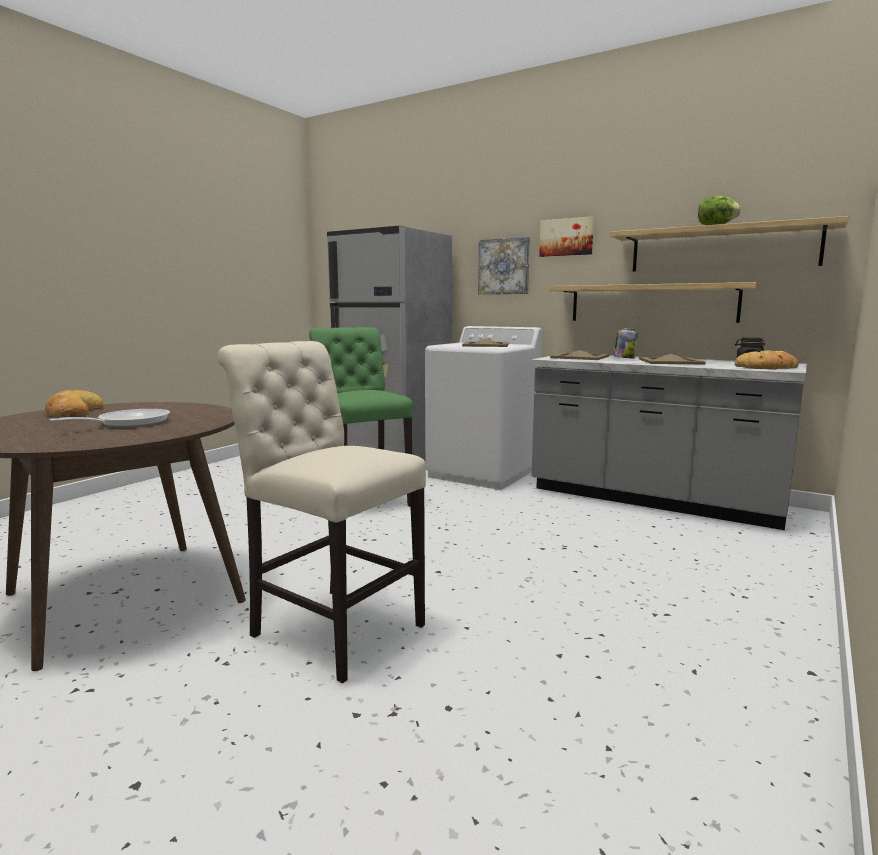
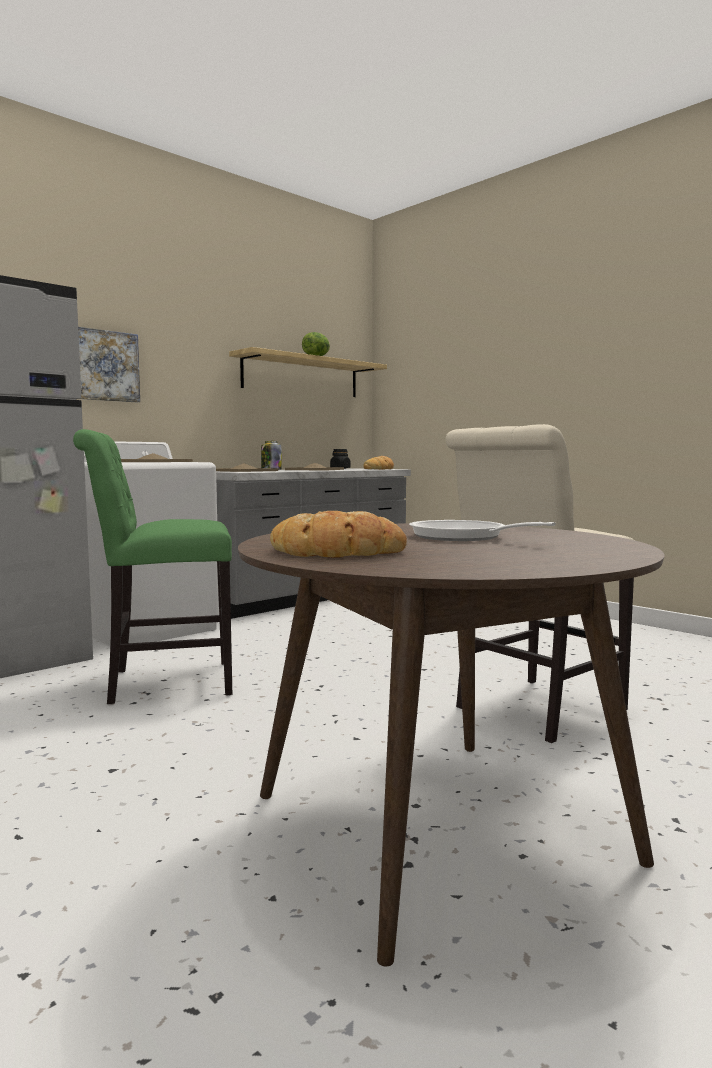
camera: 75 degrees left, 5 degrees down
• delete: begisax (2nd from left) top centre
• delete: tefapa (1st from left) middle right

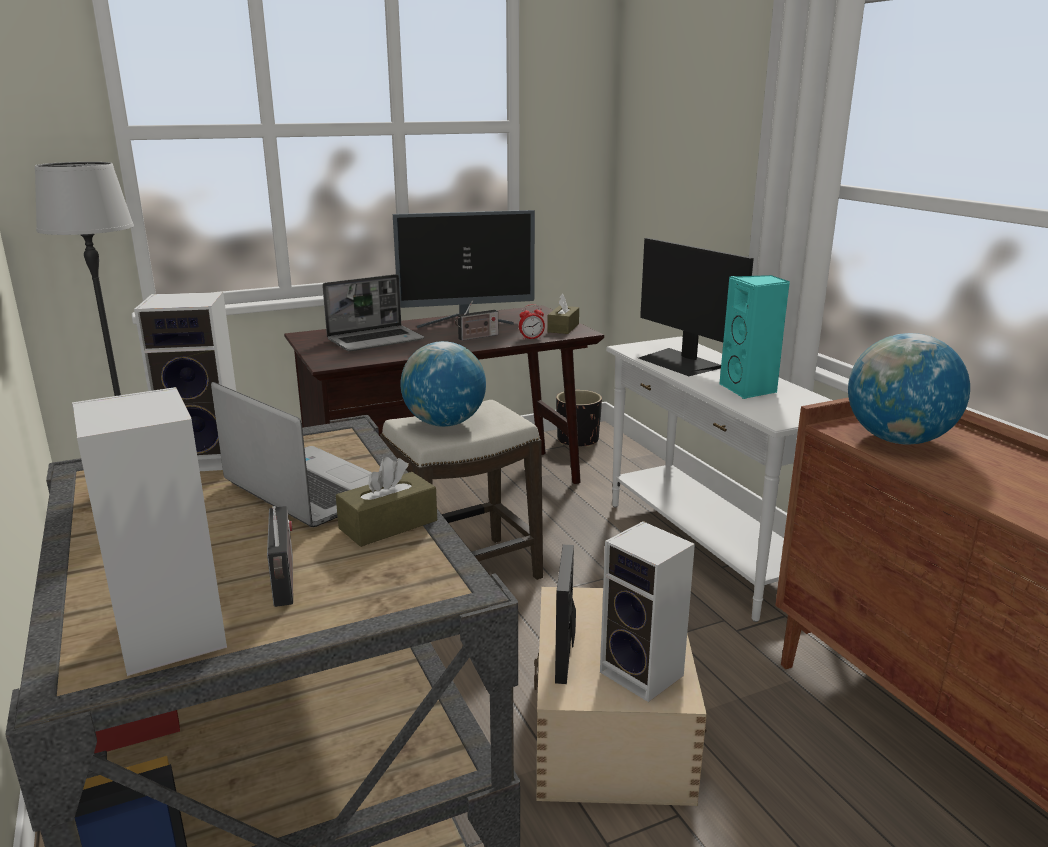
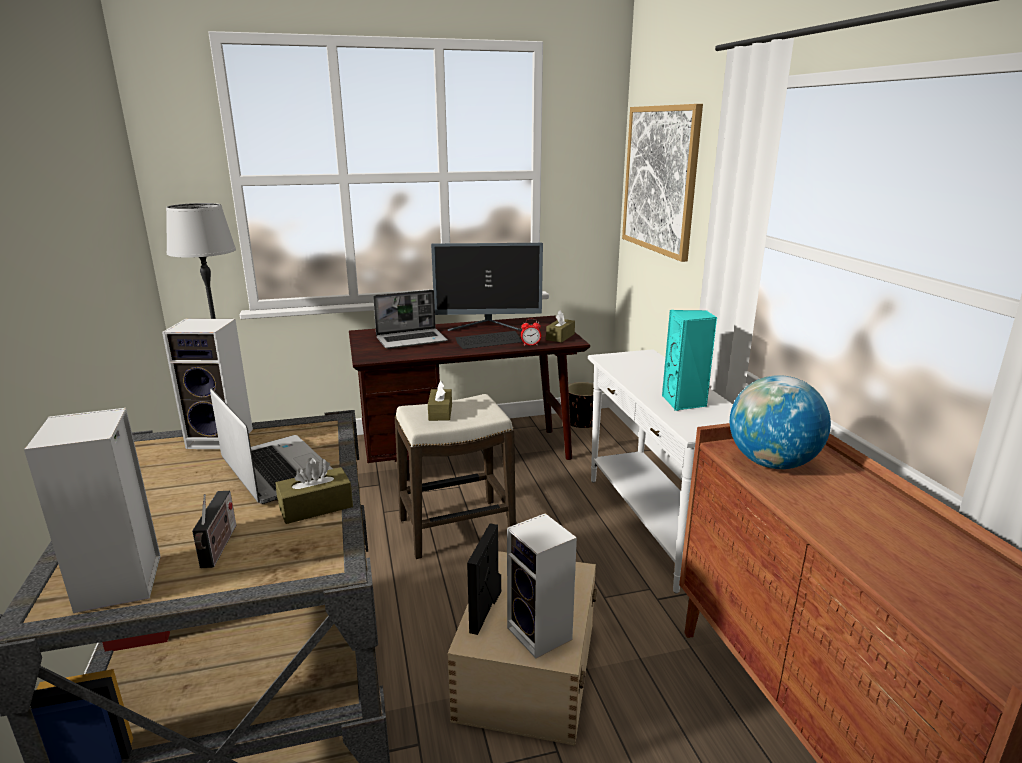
camera: 10 degrees right, 0 degrees up
• delete: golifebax (2nd from left) centre
• insert: begisax top centre
• replace: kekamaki (1st from left) centre to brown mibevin (2nd from left) centre
• replace: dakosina (2nd from left) centre to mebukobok centre

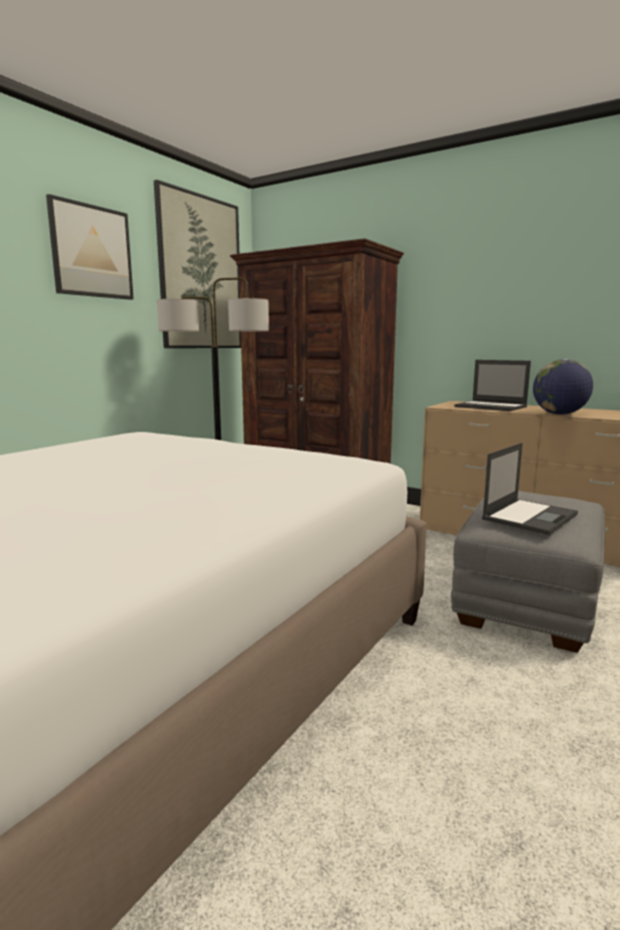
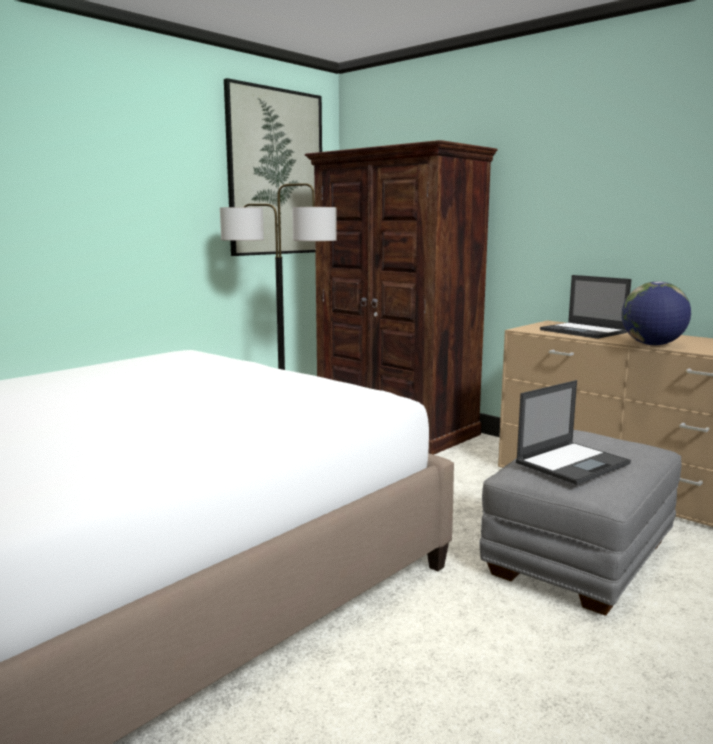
camera: 10 degrees right, 0 degrees up
• delete: begisax (1st from left) top left

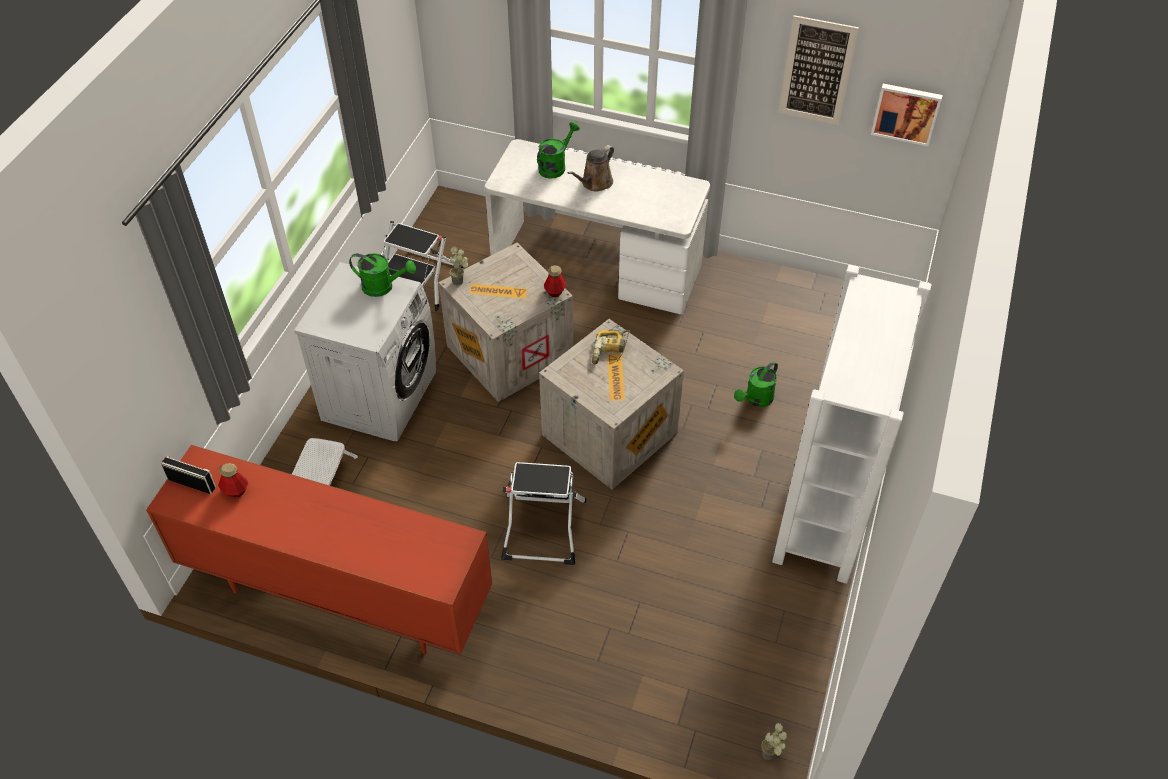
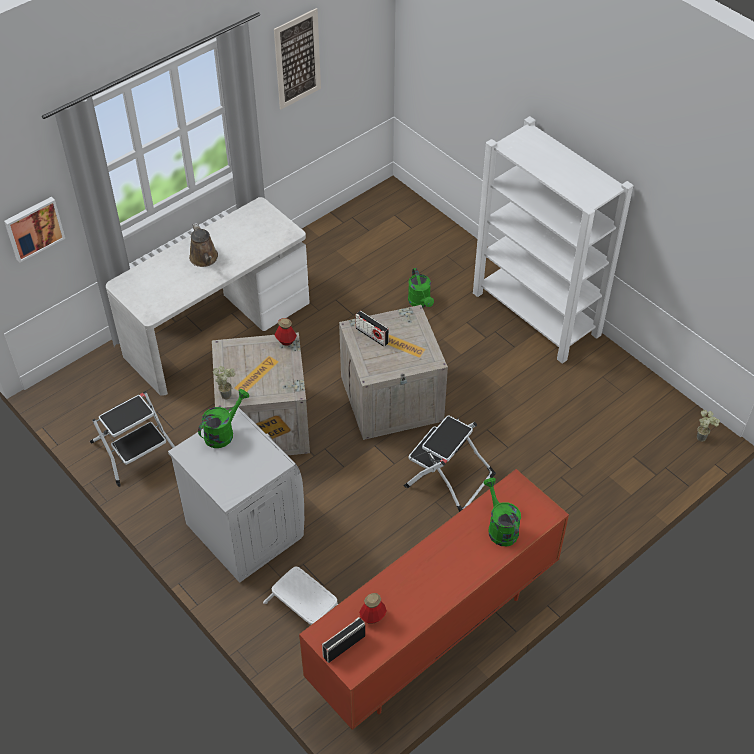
camera: 60 degrees left, 0 degrees up
• move: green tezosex (2nd from left in the first image) top centre to green tezosex (3rd from left) bottom centre
• move: begisax (2nd from left in the first image) top right to begisax (1st from left) top left
• replace: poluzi centre to dakosina (2nd from left) centre

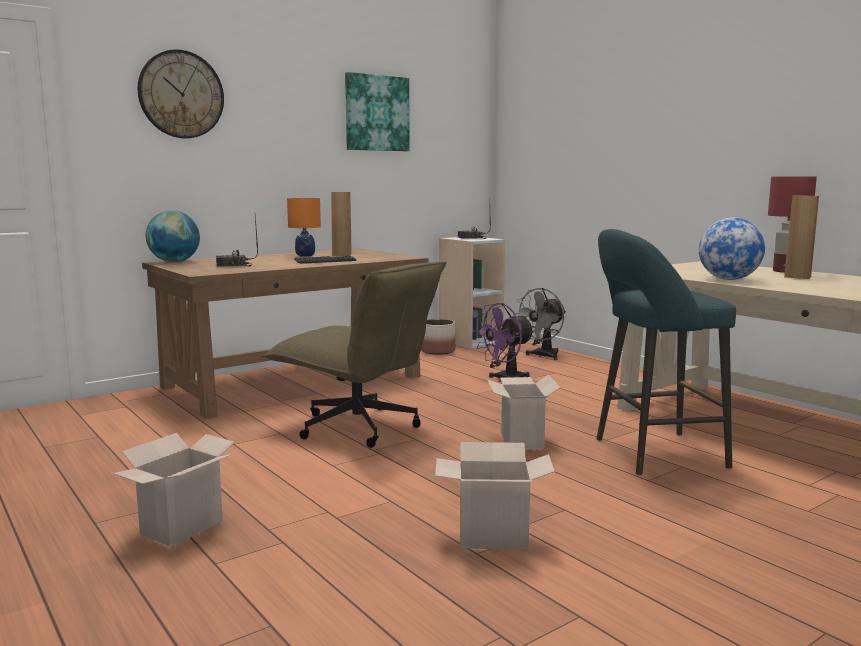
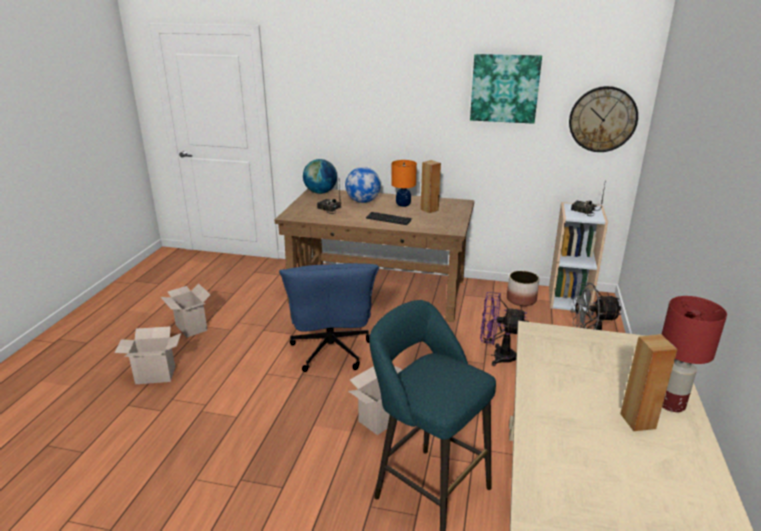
camera: 50 degrees right, 15 degrees up
• move: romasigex top left to top right
• move: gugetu (2nd from left) bottom centre to middle left
• move: kekamaki (2nd from left) middle right to centre
• recolor: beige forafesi centre to blue forafesi centre

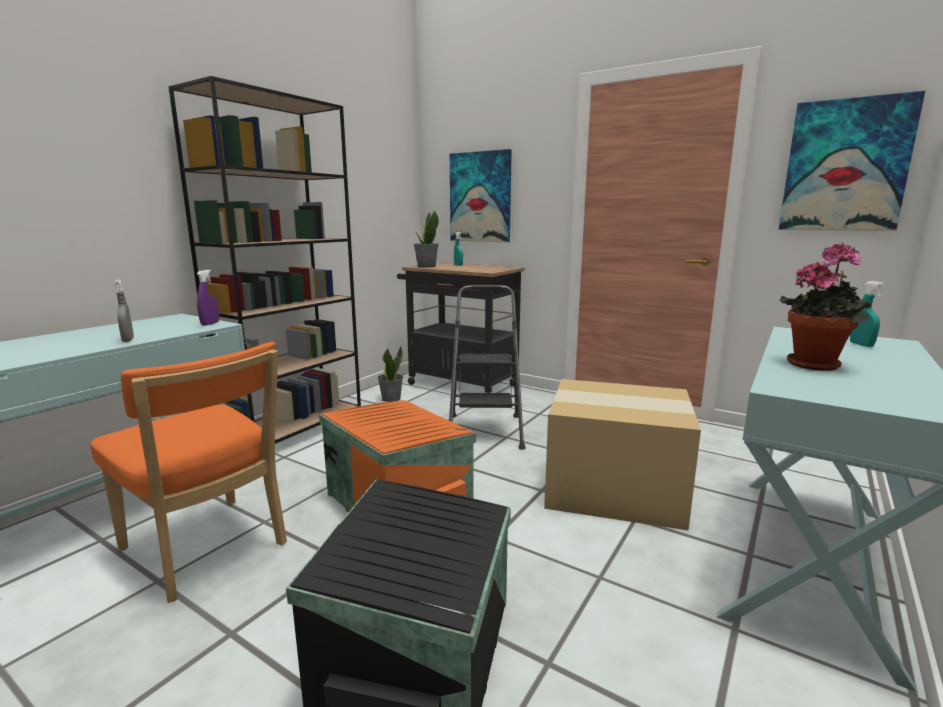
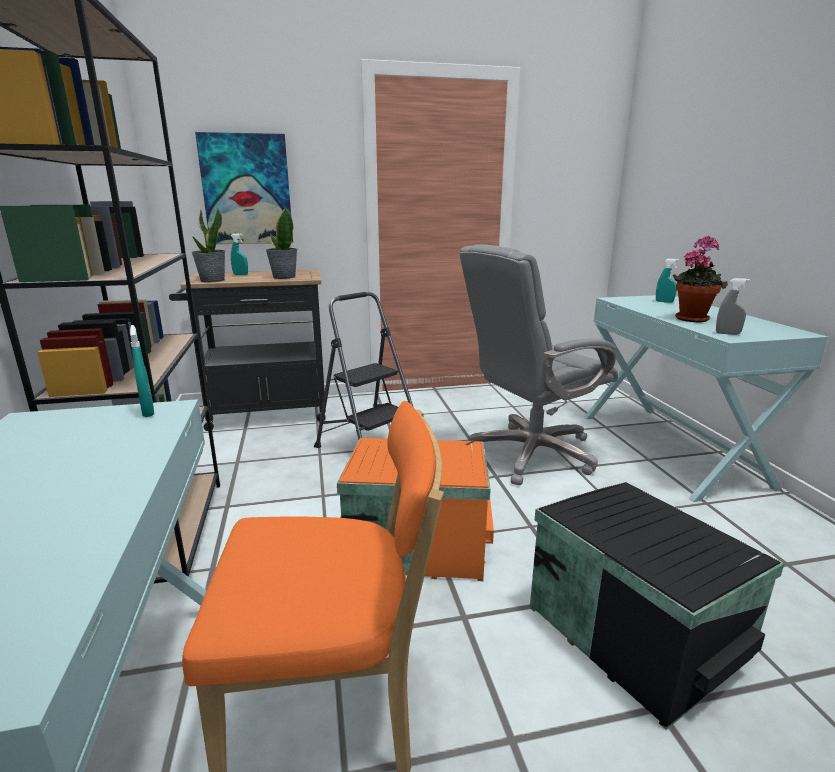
camera: 45 degrees left, 5 degrees up
• delete: begisax (2nd from left) top right
• move: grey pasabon middle left to middle right
• move: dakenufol (1st from left in the first image) centre to dakenufol (2nd from left) top centre
• replace: gugetu centre to grey forafesi centre
• recolor: purple pasabon middle left to turquoise pasabon (1st from left) middle left

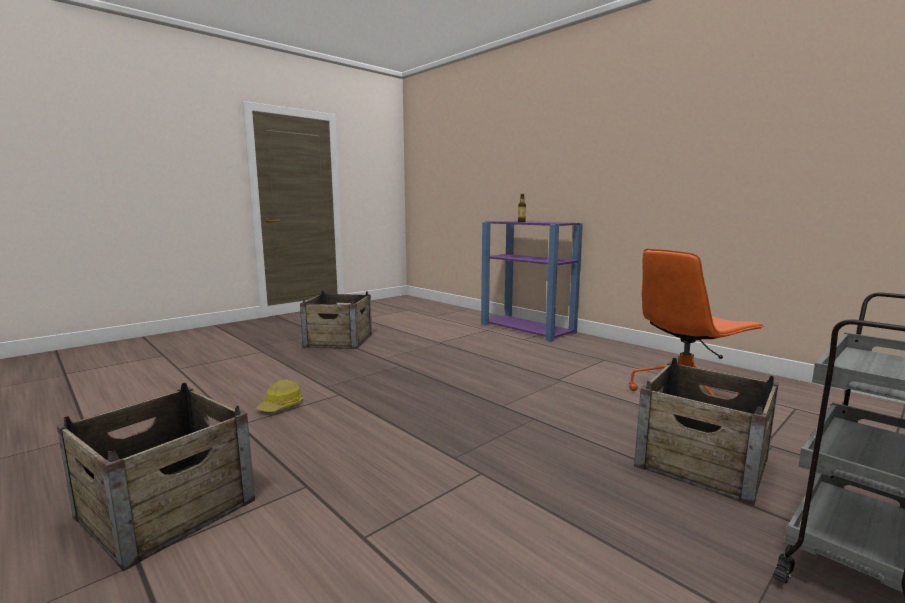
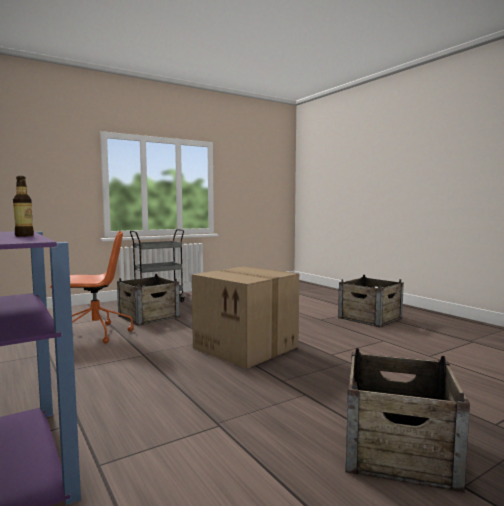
camera: 170 degrees left, 5 degrees down
• delete: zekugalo middle left
• insert: gugetu centre

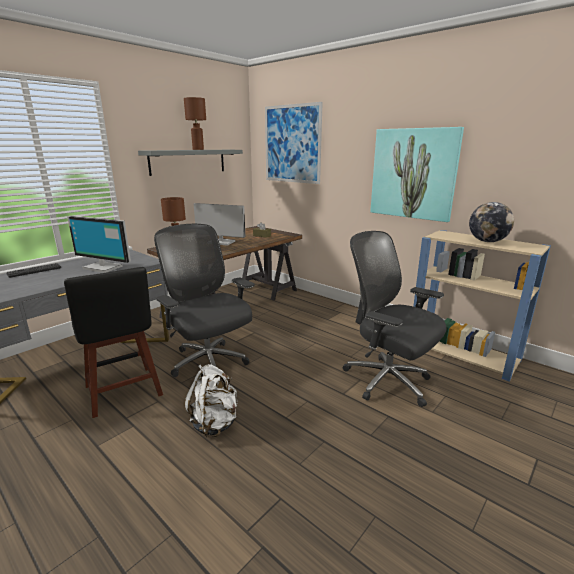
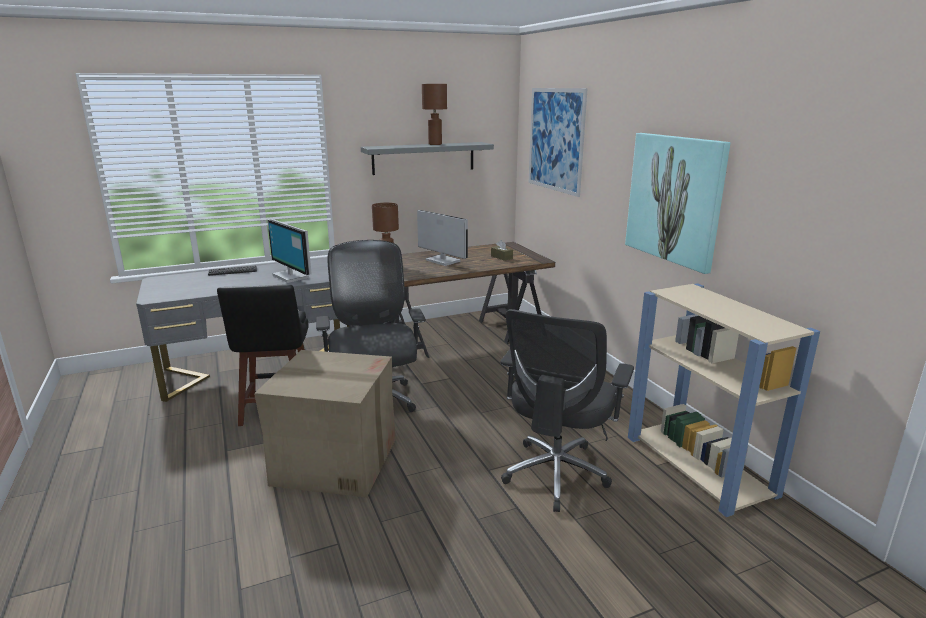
camera: 25 degrees right, 0 degrees up
• delete: kekamaki middle right
• replace: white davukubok bottom centre to gugetu bottom centre
• rotate: forafesi (2nd from left) middle right = centre 135 degrees counterclockwise

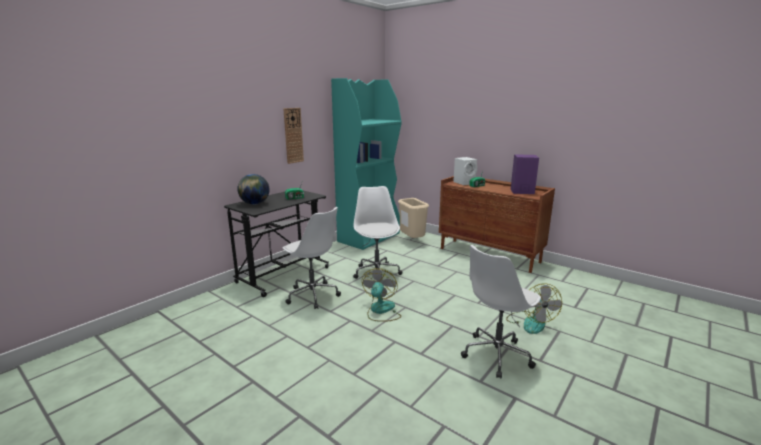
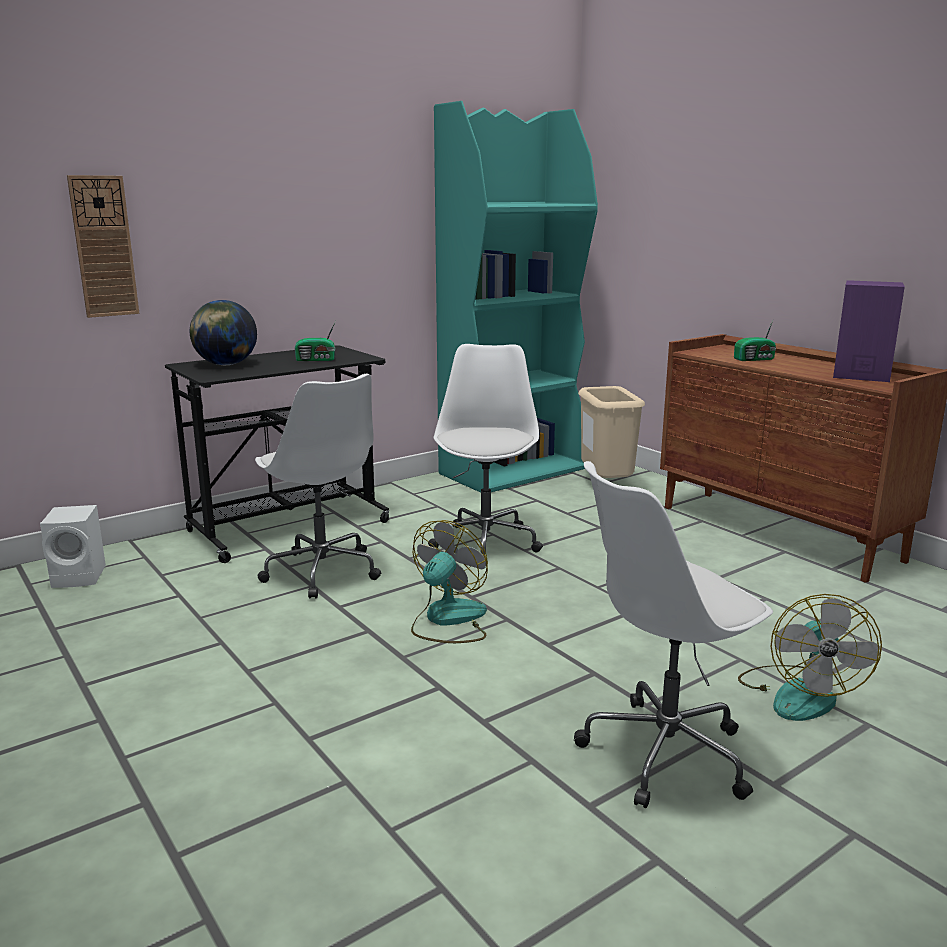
camera: 15 degrees right, 0 degrees up
• move: romasigex top centre to top left
• move: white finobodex centre to middle left

